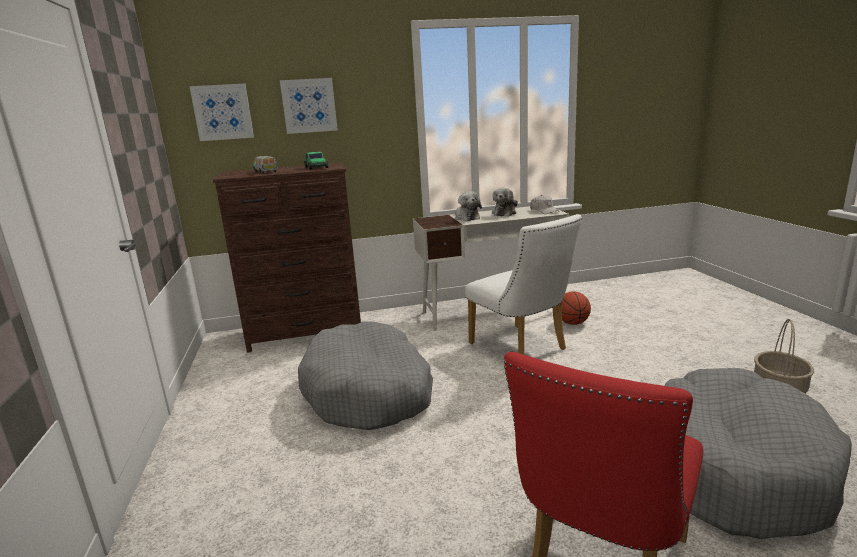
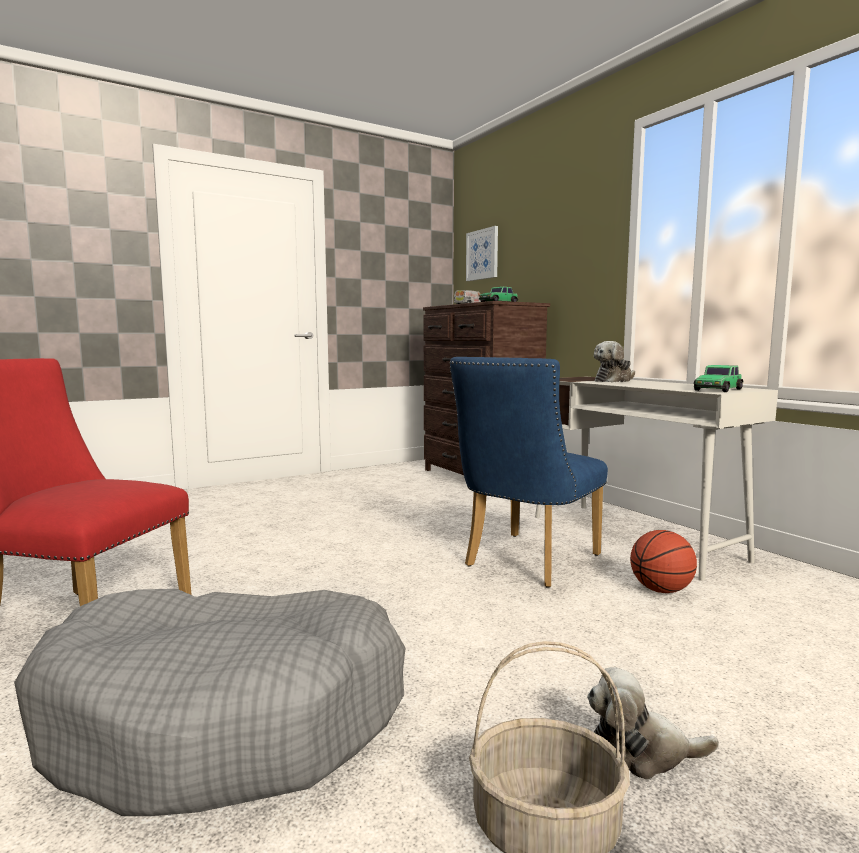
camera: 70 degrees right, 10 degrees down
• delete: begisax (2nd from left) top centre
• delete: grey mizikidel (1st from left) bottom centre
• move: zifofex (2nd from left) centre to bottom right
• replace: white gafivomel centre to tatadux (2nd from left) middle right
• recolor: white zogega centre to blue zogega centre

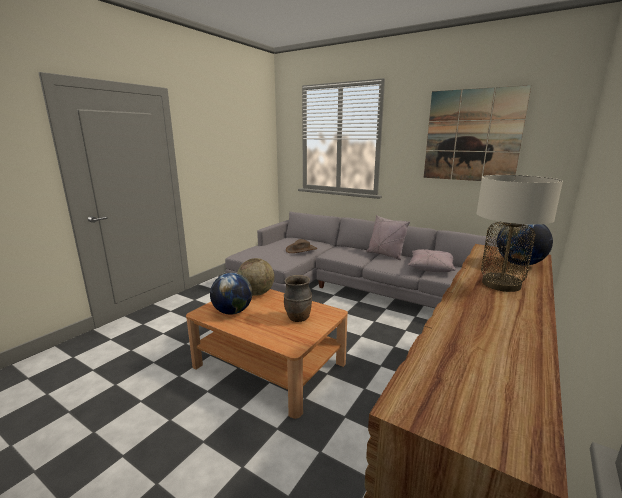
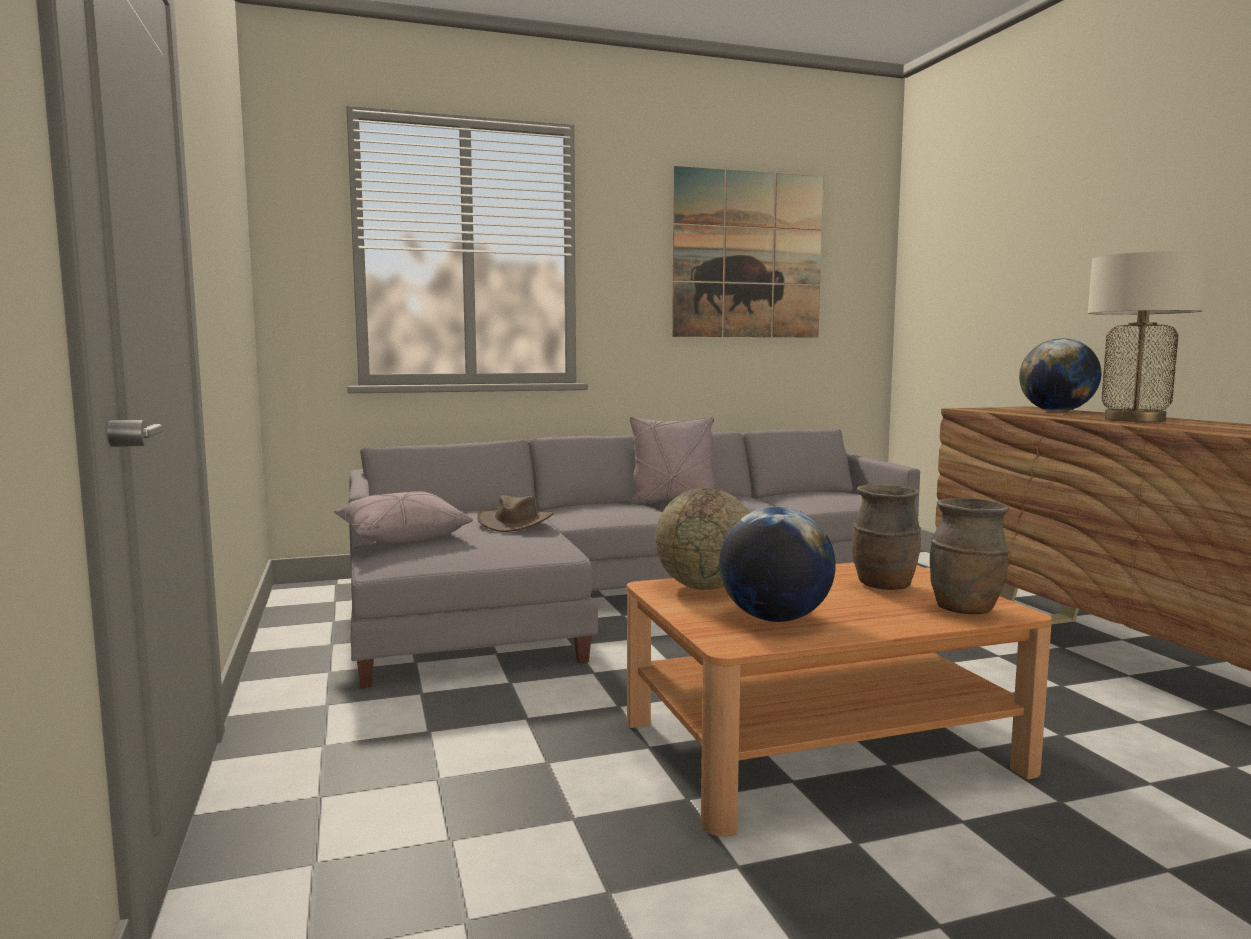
camera: 50 degrees left, 10 degrees down
• insert: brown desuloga (2nd from left) middle right
• move: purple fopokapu (2nd from left in the first image) middle right to purple fopokapu (1st from left) middle left

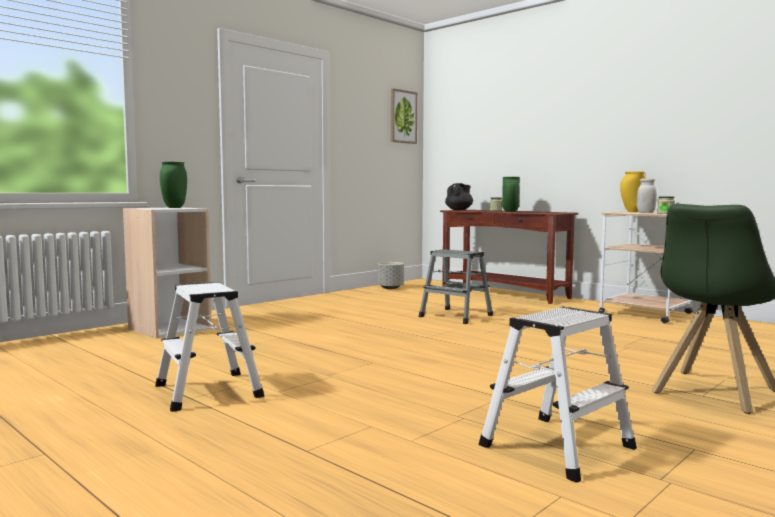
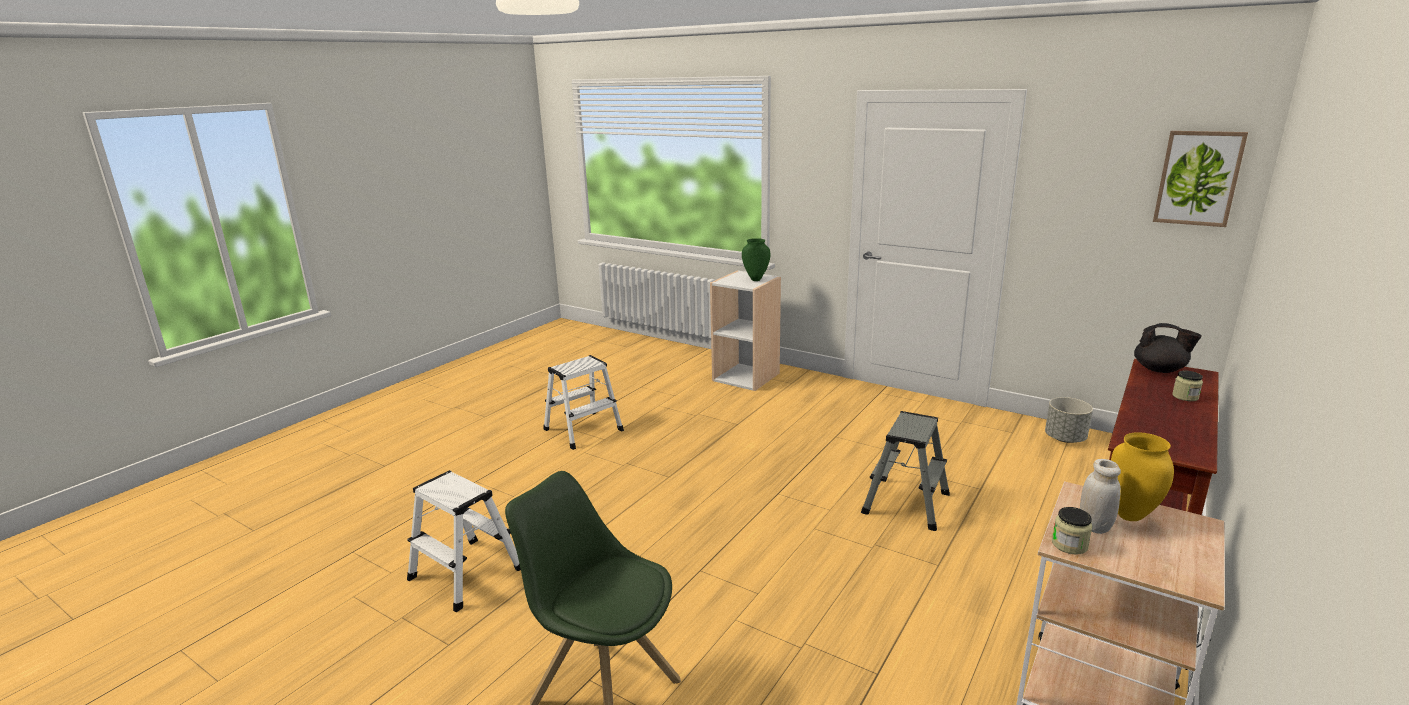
camera: 80 degrees right, 15 degrees up
• delete: green desuloga (2nd from left) centre

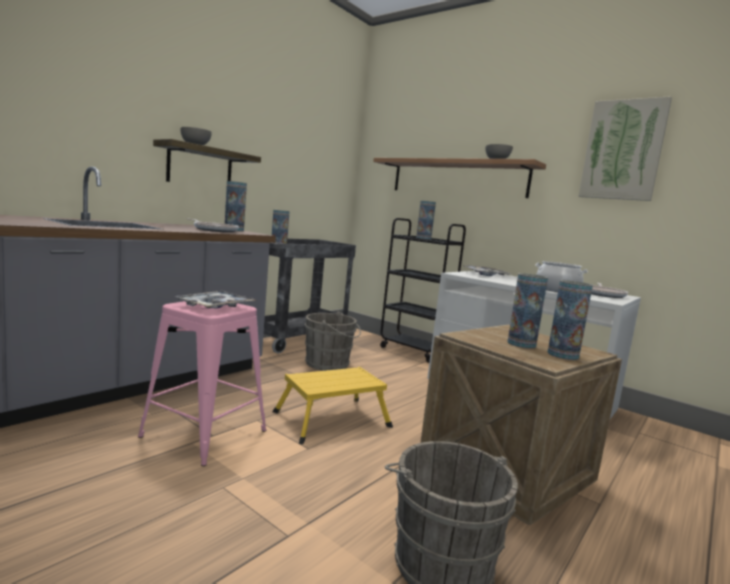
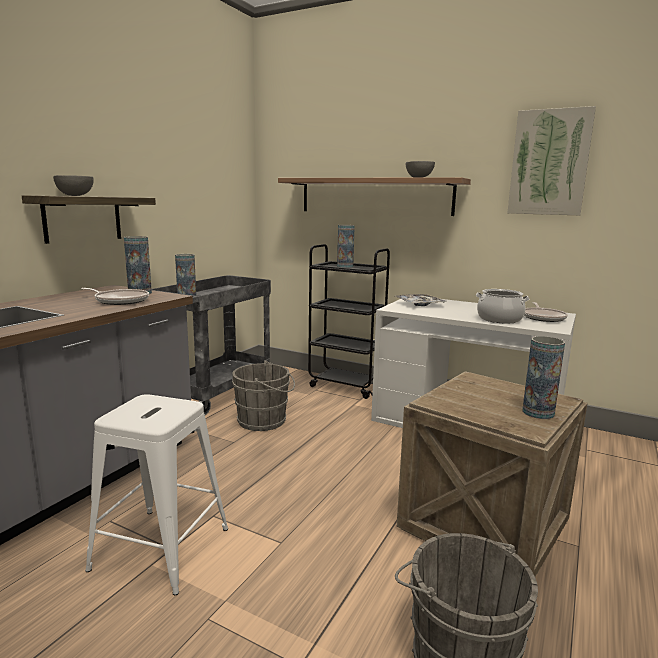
camera: 10 degrees left, 5 degrees up
• delete: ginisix (1st from left) middle left
• delete: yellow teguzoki bottom centre
• delete: desuloga (4th from left) middle right
• recolor: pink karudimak middle left to white karudimak bottom left

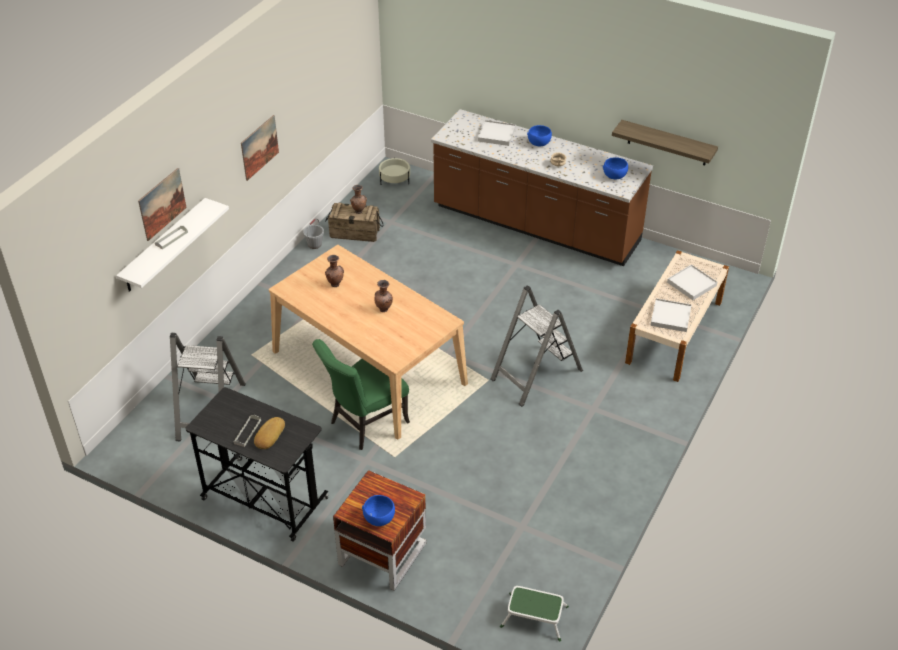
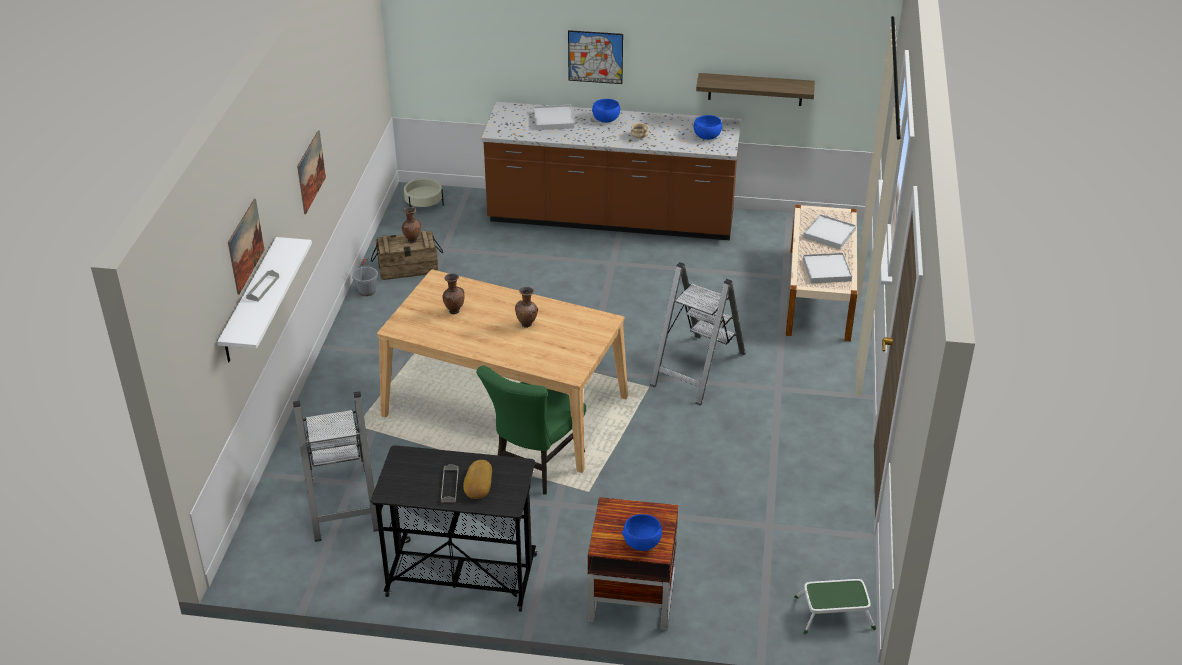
camera: 20 degrees left, 5 degrees down
• insert: begisax (3rd from left) top centre

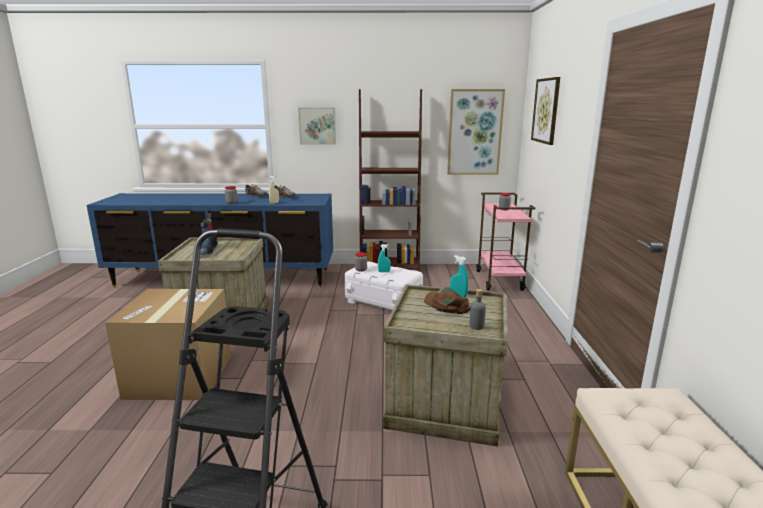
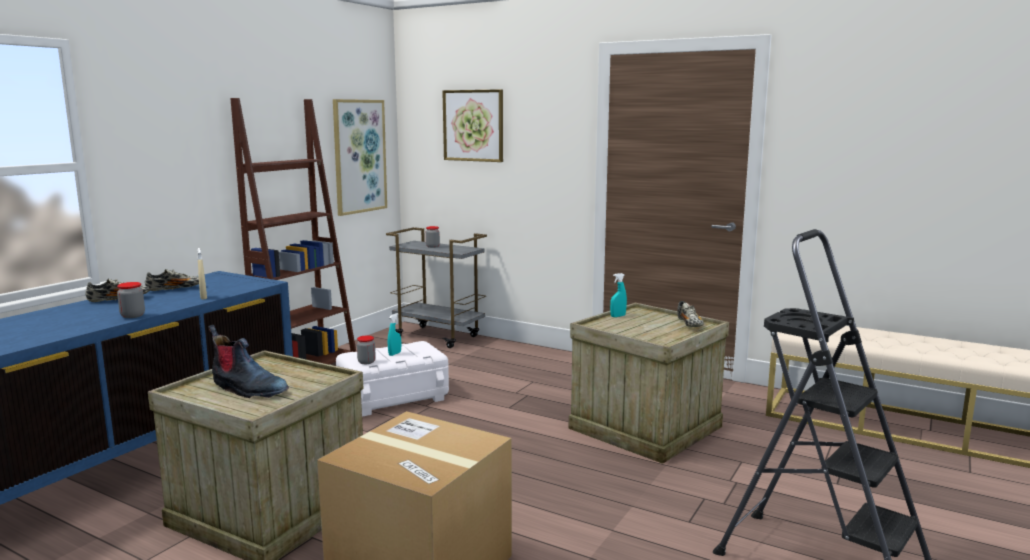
camera: 60 degrees left, 5 degrees down
• delete: begisax (1st from left) top centre
• delete: brown gafivomel centre
• replace: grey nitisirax centre to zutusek (3rd from left) middle right
• recolor: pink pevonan centre to grey pevonan centre

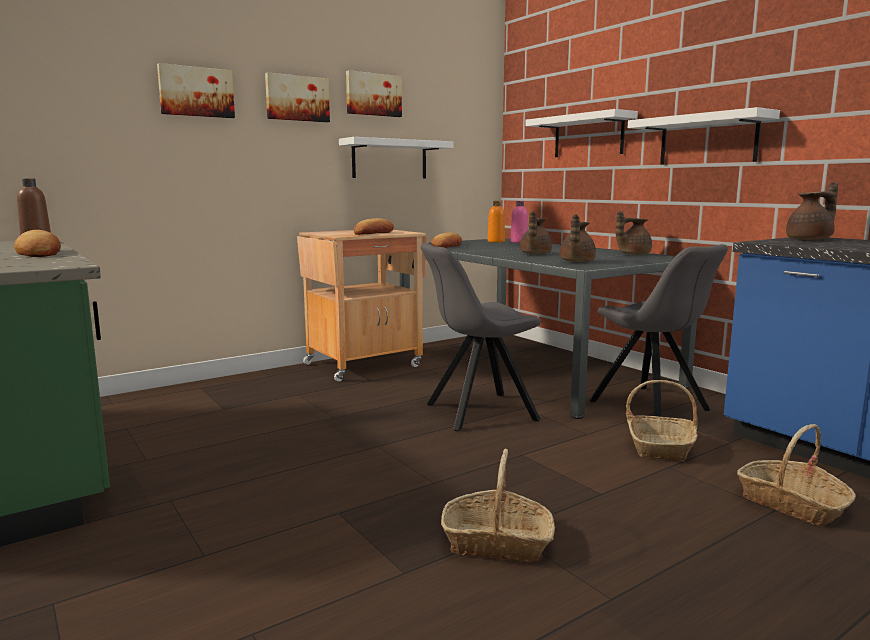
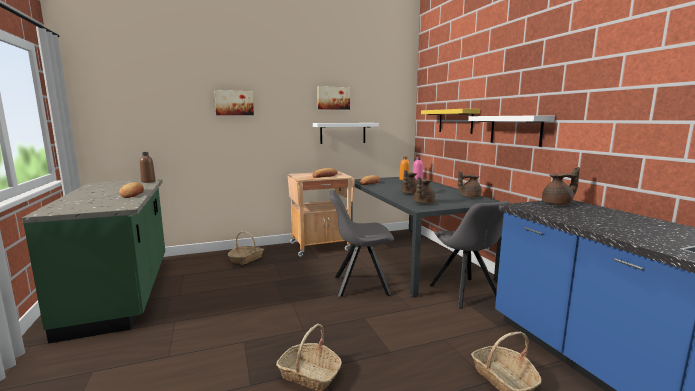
camera: 15 degrees right, 0 degrees up
• delete: begisax (2nd from left) top centre
• move: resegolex (2nd from left in the first image) middle right to resegolex (1st from left) centre
• recolor: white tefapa (2nd from left) top right to yellow tefapa top centre

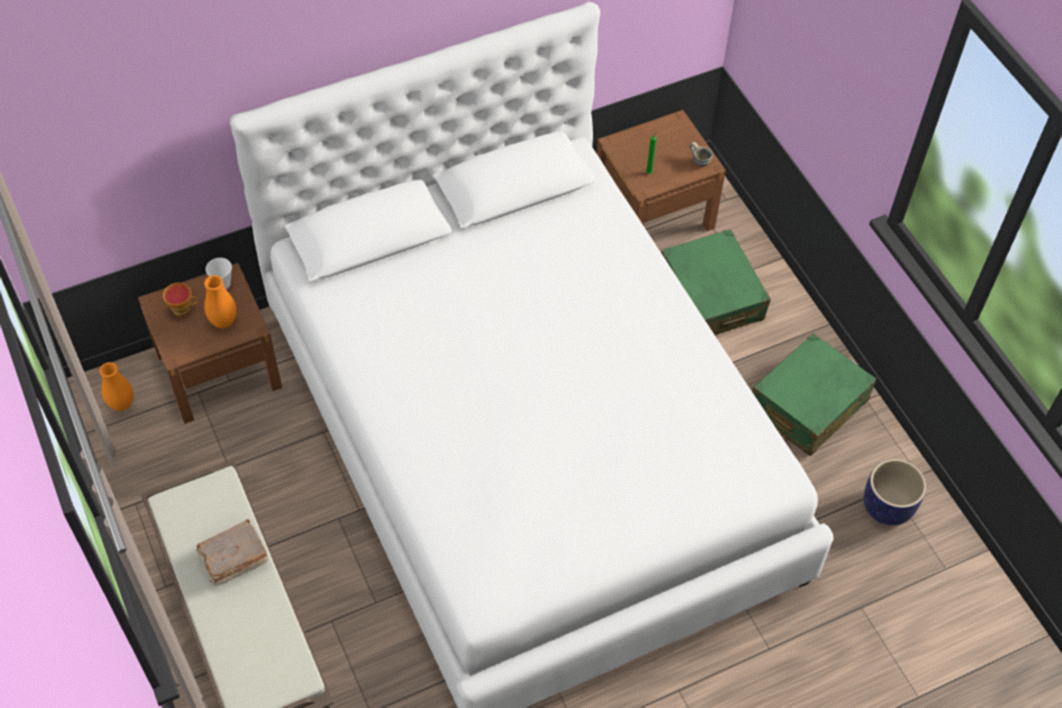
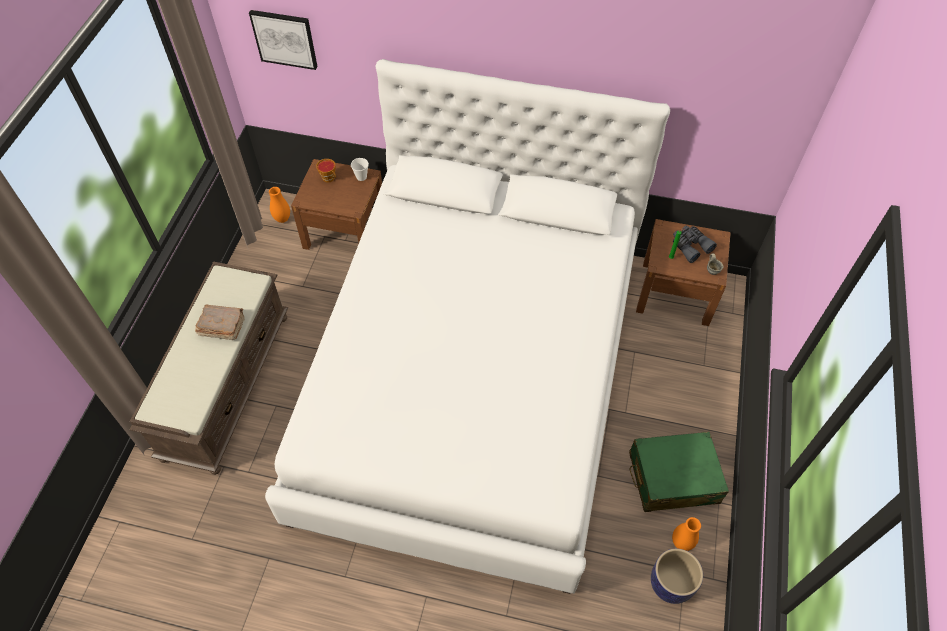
camera: 40 degrees right, 0 degrees up
• delete: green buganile (1st from left) middle right
• insert: begisax top left
• insert: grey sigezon middle right
• move: orange desuloga (2nd from left) middle left to bottom right

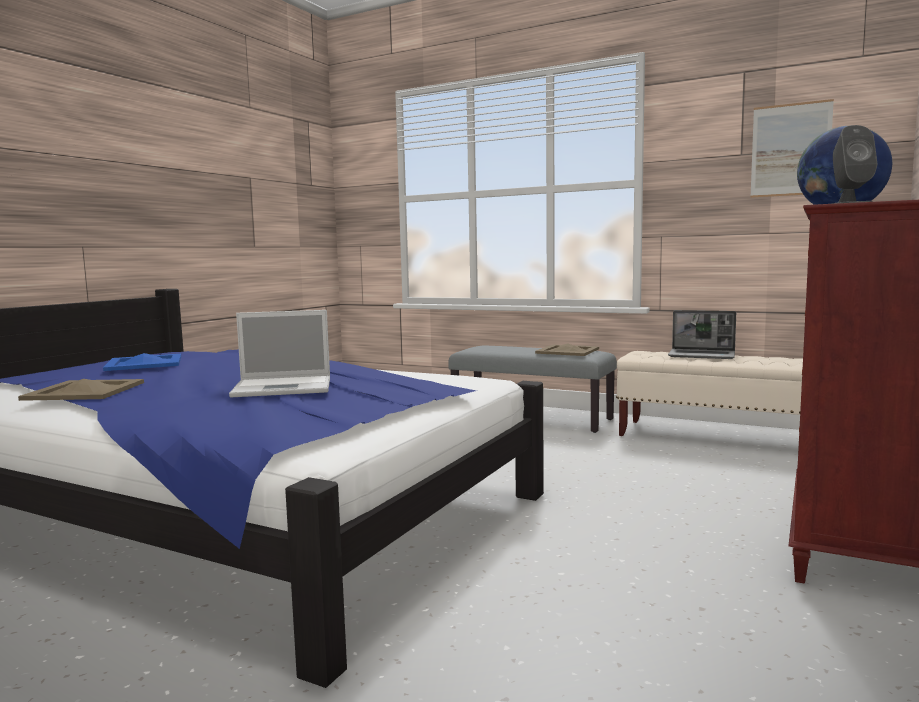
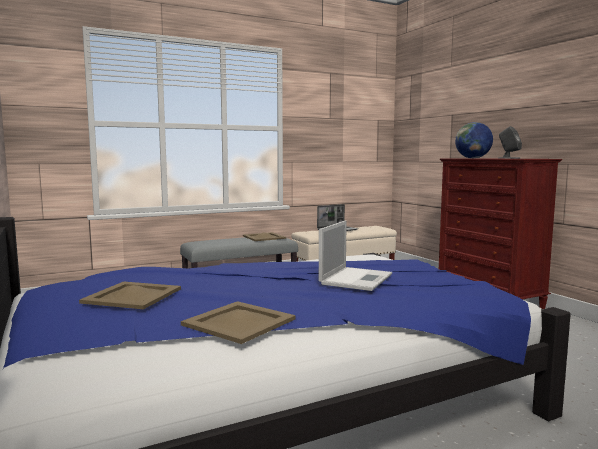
camera: 55 degrees left, 0 degrees up
• delete: begisax top right
• recolor: blue ginisix middle left to beige ginisix (1st from left) middle left

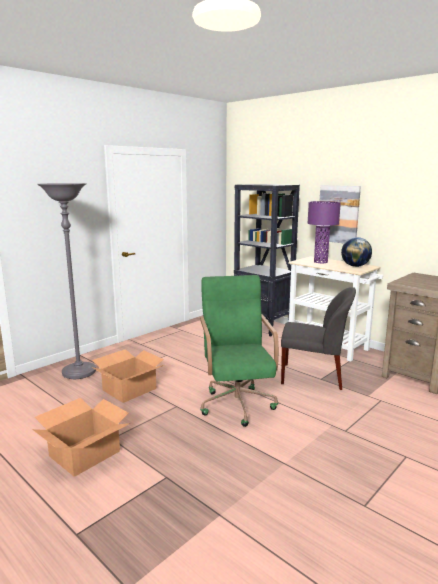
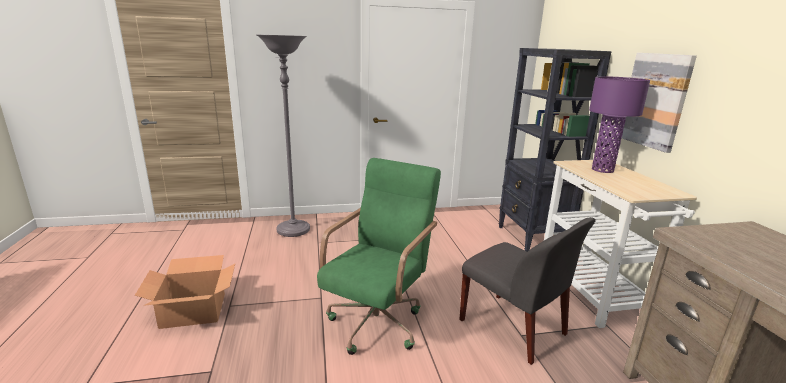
camera: 35 degrees right, 5 degrees up
• delete: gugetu (2nd from left) middle left
• delete: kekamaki middle right

